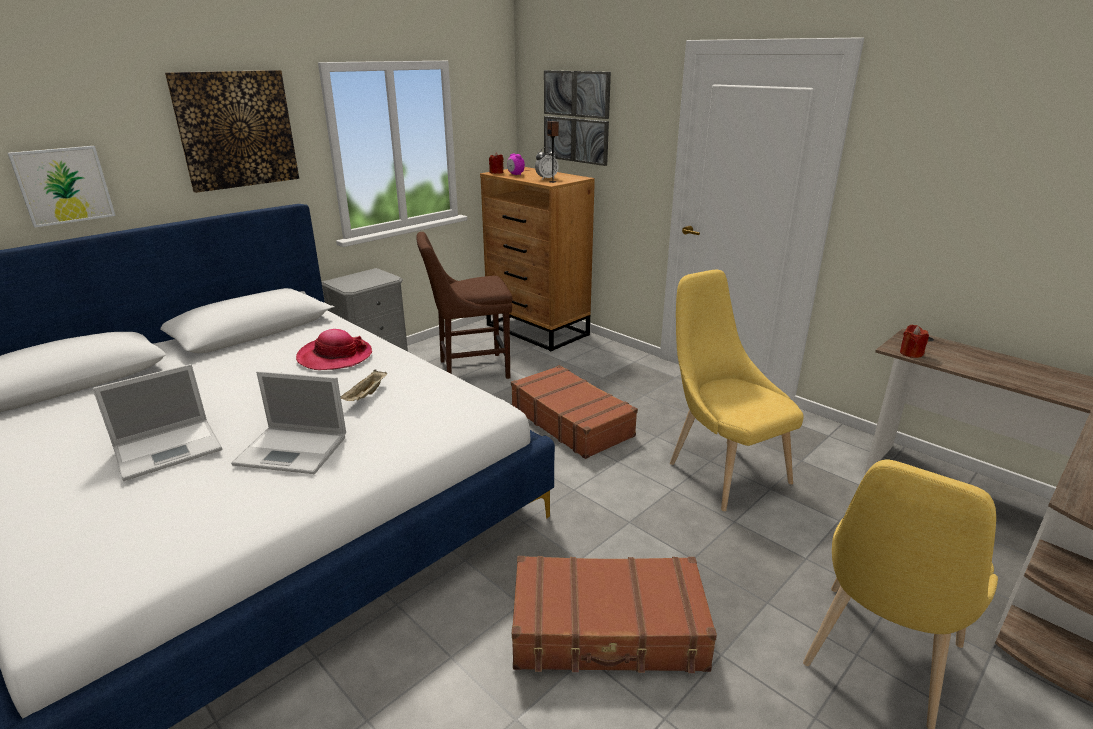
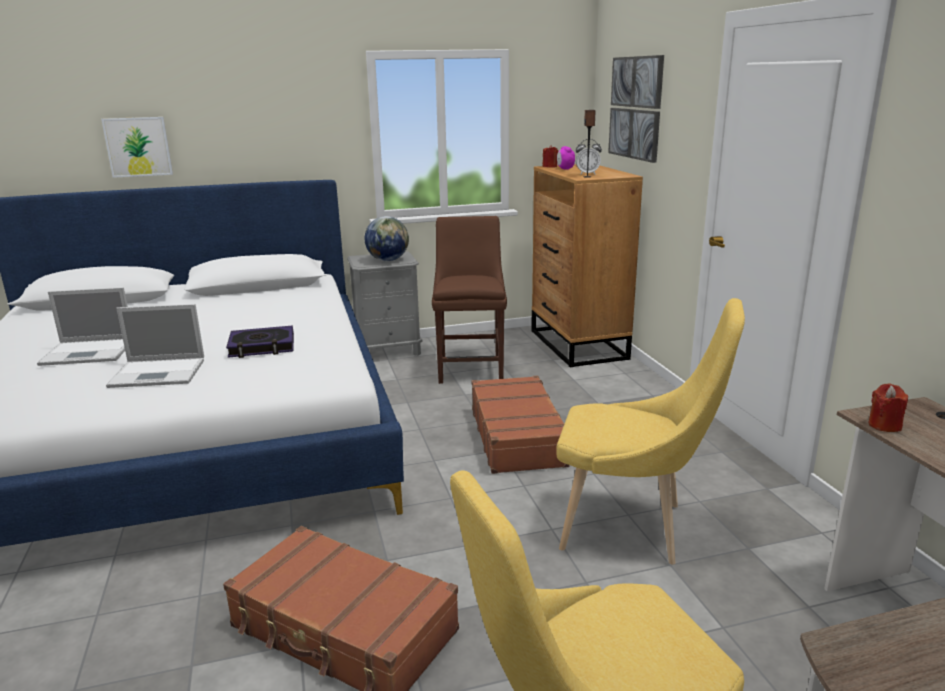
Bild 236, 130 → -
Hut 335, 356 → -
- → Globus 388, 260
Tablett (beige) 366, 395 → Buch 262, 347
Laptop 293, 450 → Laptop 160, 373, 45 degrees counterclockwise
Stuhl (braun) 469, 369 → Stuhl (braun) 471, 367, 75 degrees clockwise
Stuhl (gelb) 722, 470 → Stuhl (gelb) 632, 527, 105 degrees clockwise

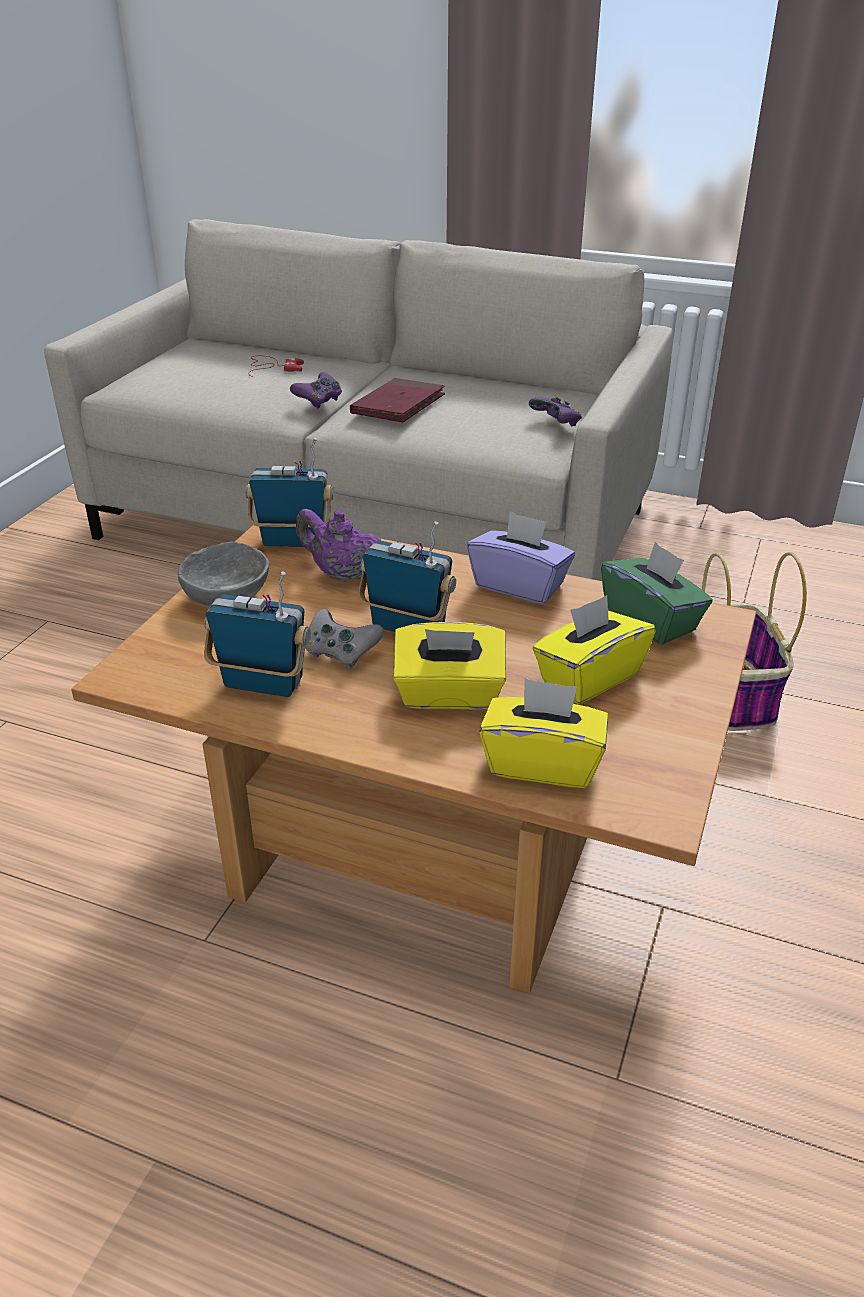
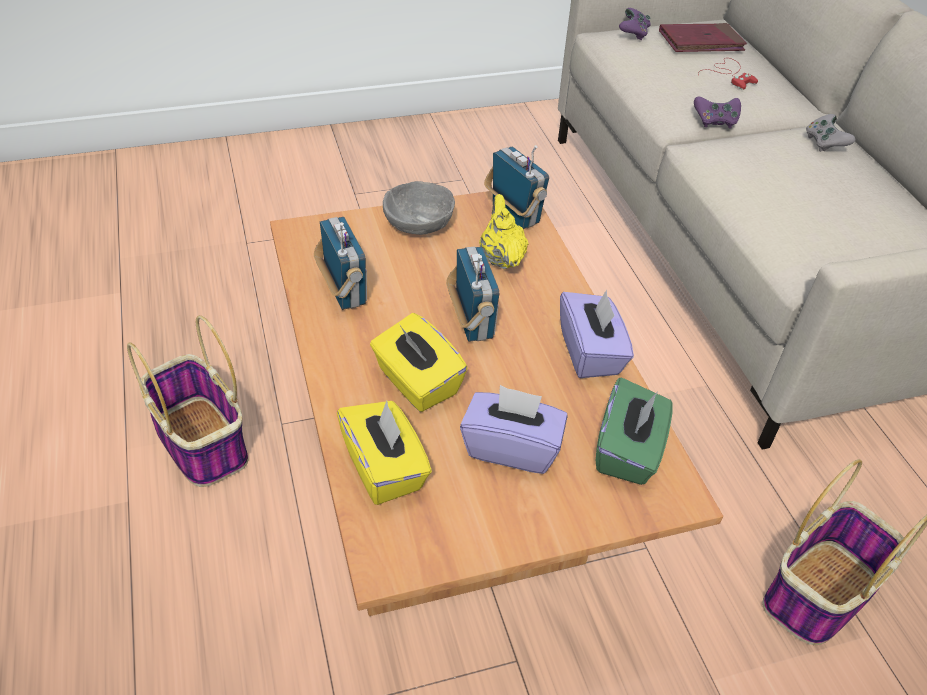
- → Korb 200, 441
Gamepad (grau) 341, 654 → Gamepad (grau) 824, 143, shifted
Buch (rot) 398, 405 → Buch (rot) 700, 42, shifted
Gamepad (lila) 556, 424 → Gamepad (lila) 633, 34, shifted
Teekanne (lila) 341, 574 → Teekanne (gelb) 501, 258
Taschentuchbox (gelb) 589, 677 → Taschentuchbox (lila) 511, 448

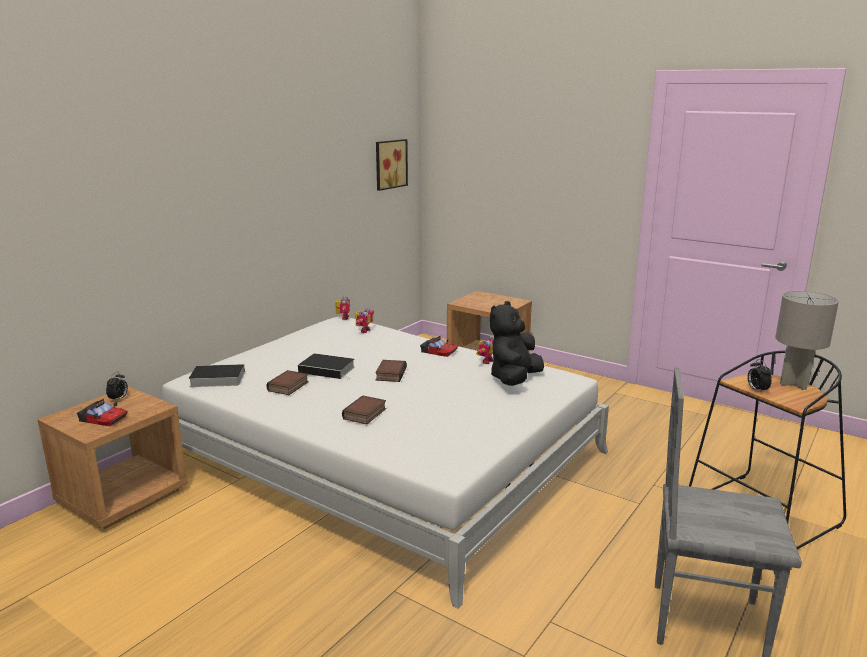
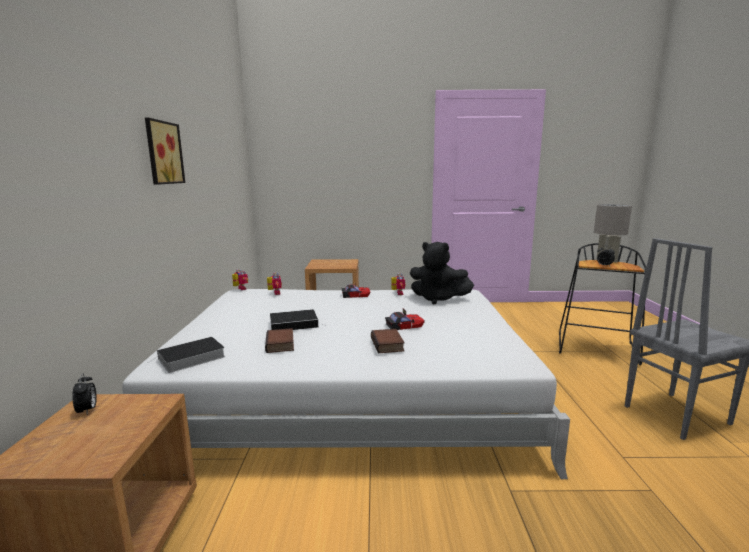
Buch 390, 374 → -
Spielzeugauto 103, 419 → Spielzeugauto 404, 325, shifted
Bild 389, 164 → Bild 162, 153, shifted
Plüschtier (schwarz) 514, 379 → Plüschtier (schwarz) 438, 299, 60 degrees counterclockwise

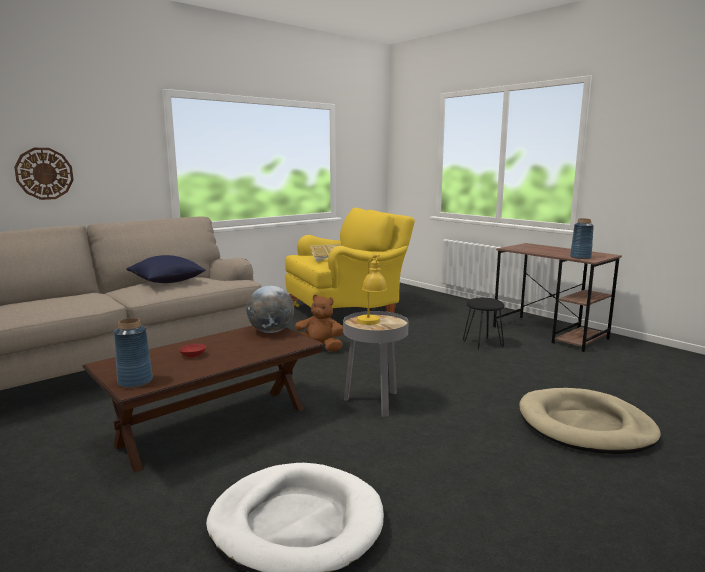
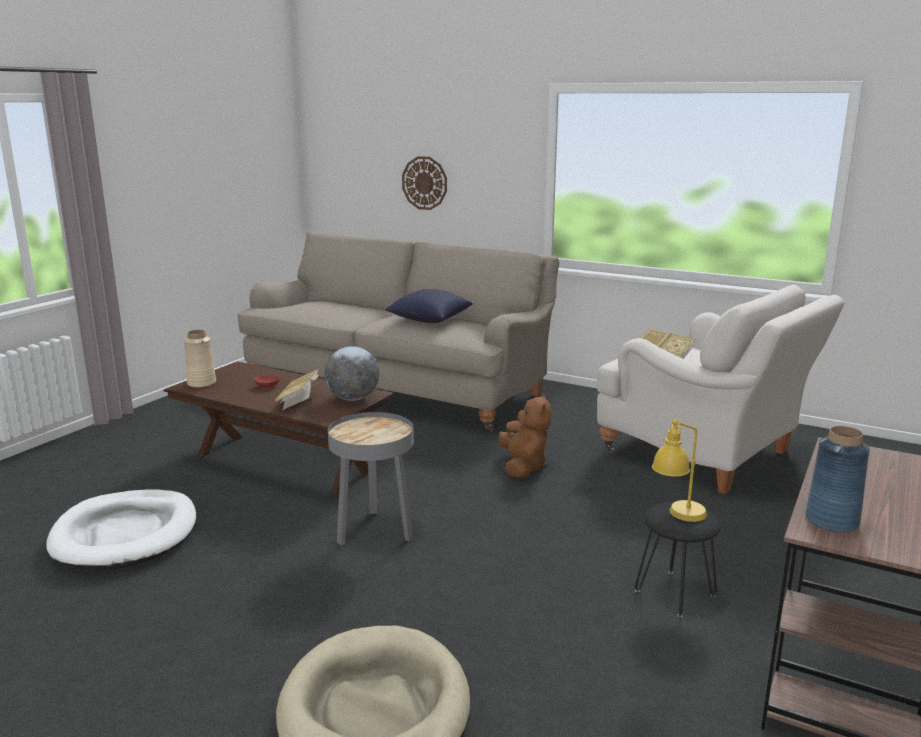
- → Buch 299, 401
Tischlampe (gelb) 371, 324 → Tischlampe (gelb) 677, 517, shifted
Vase (blau) 135, 381 → Vase (beige) 201, 383
Sessel (gelb) 347, 311 → Sessel (weiß) 705, 455

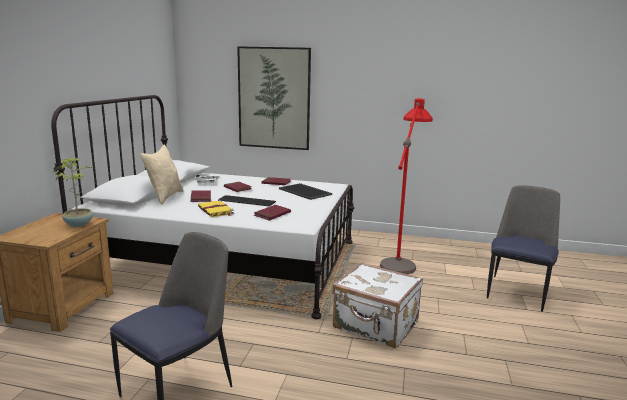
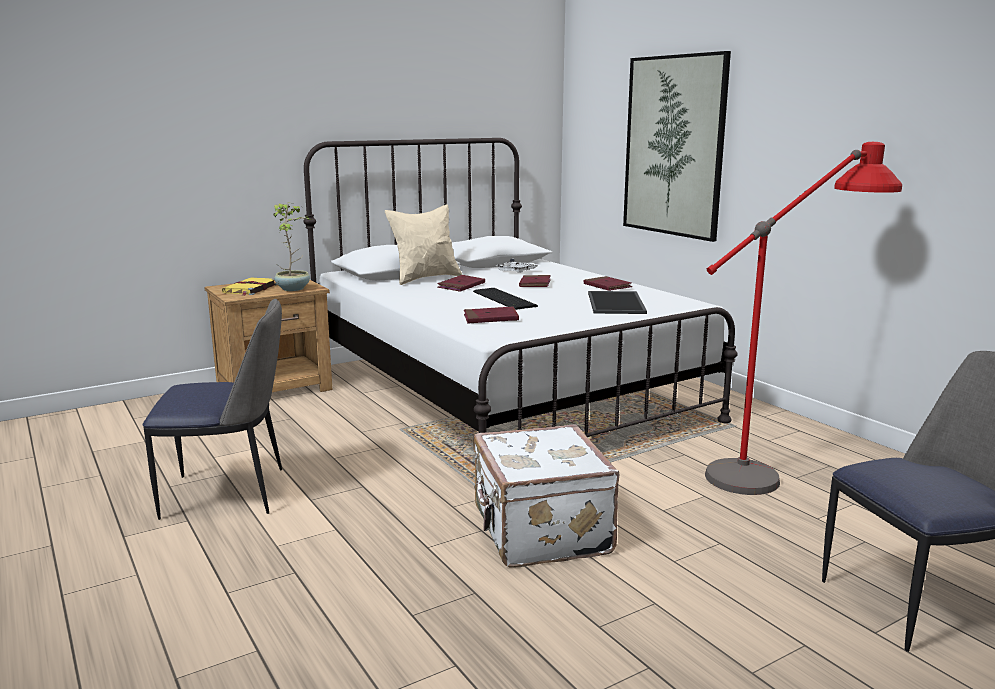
Buch (gelb) 216, 210 → Buch (gelb) 250, 289, shifted

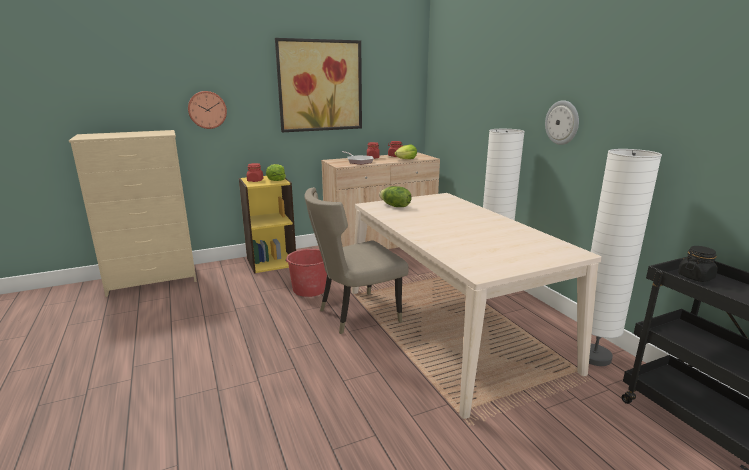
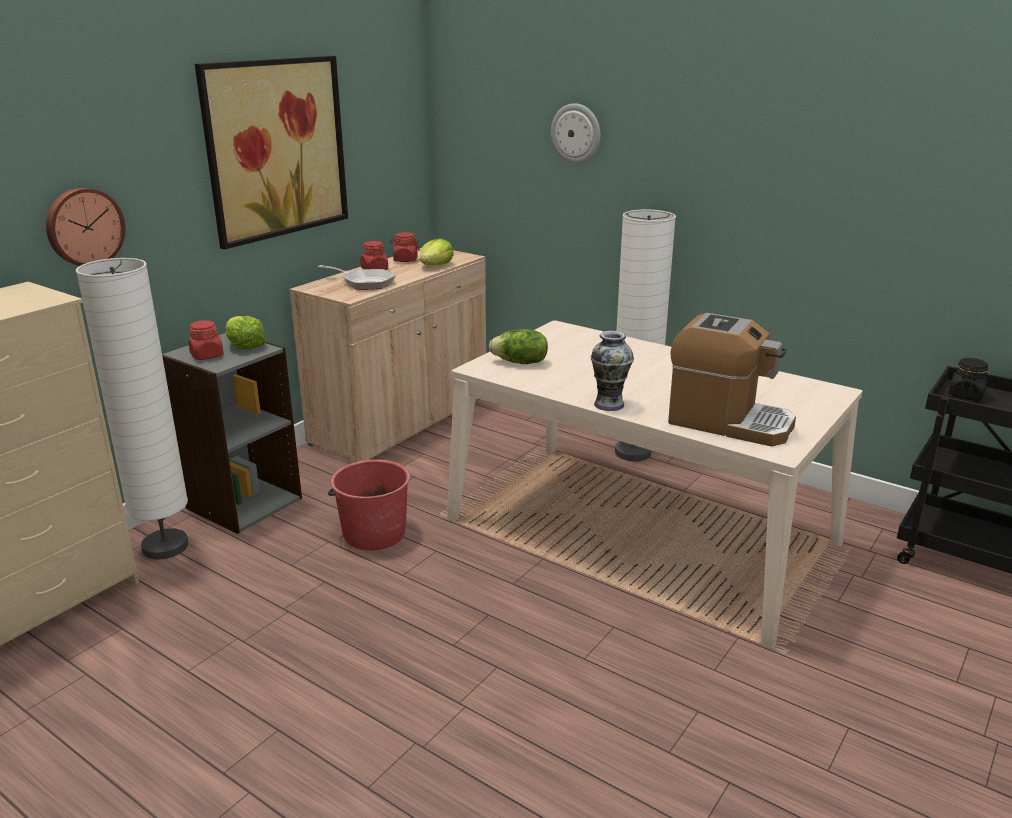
Stuhl (beige) 355, 314 → -
- → Vase 608, 404
- → Kaffeemaschine 728, 422
Wanduhr 562, 122 → Wanduhr 576, 133, shifted
Stehlampe (weiß) 594, 356 → Stehlampe (weiß) 165, 547, shifted
Bücherregal (gelb) 271, 262 → Bücherregal (grau) 243, 503

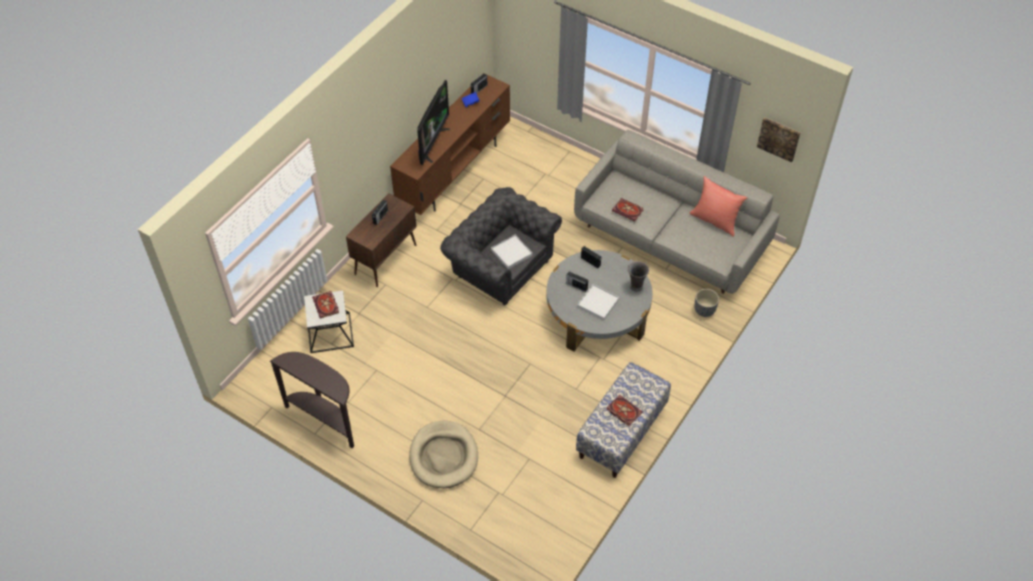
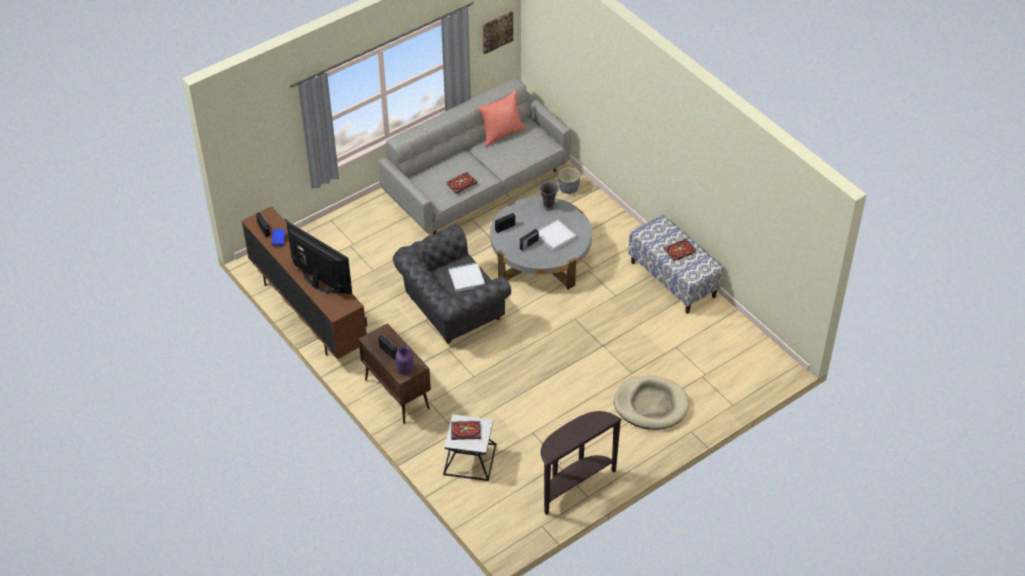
- → Vase (lila) 405, 369

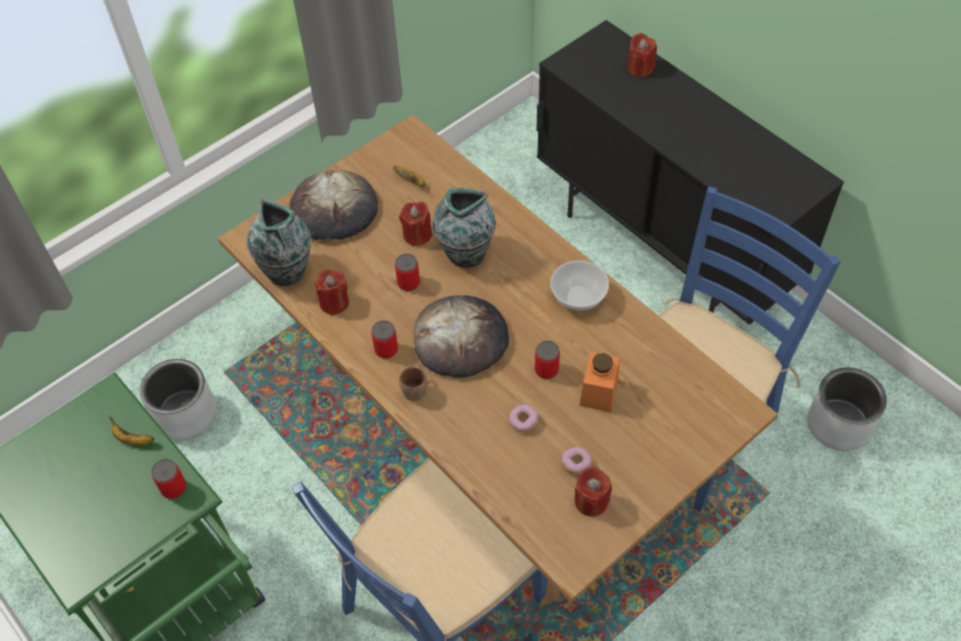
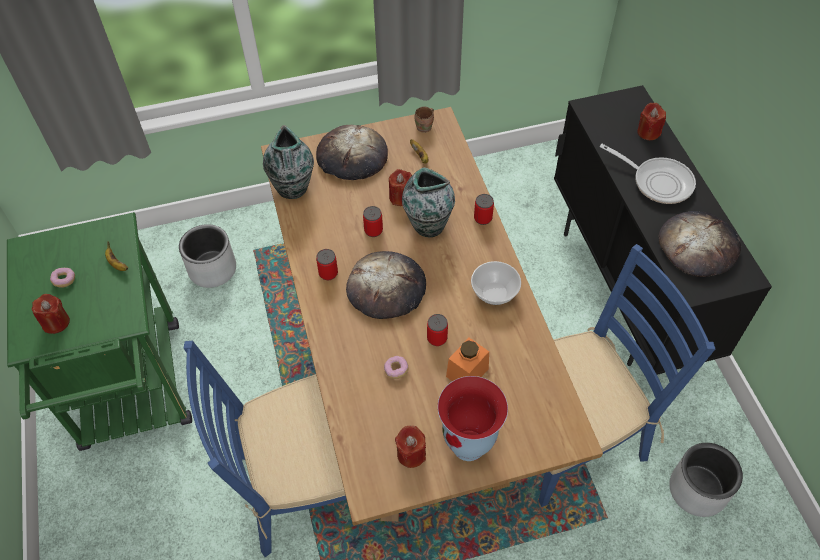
- → Vase 469, 445
- → Pfanne 657, 182
- → Brot 698, 246
Dose 174, 488 → Dose 483, 218, shifted
Kerze (rot) 334, 302 → Kerze (rot) 56, 322, shifted
Henkelbecher (braun) 416, 391 → Henkelbecher (braun) 425, 128, shifted
Donut 576, 464 → Donut 64, 280, shifted

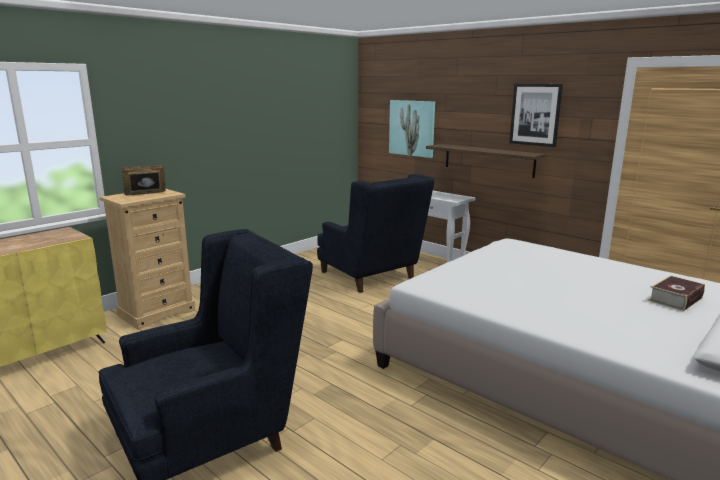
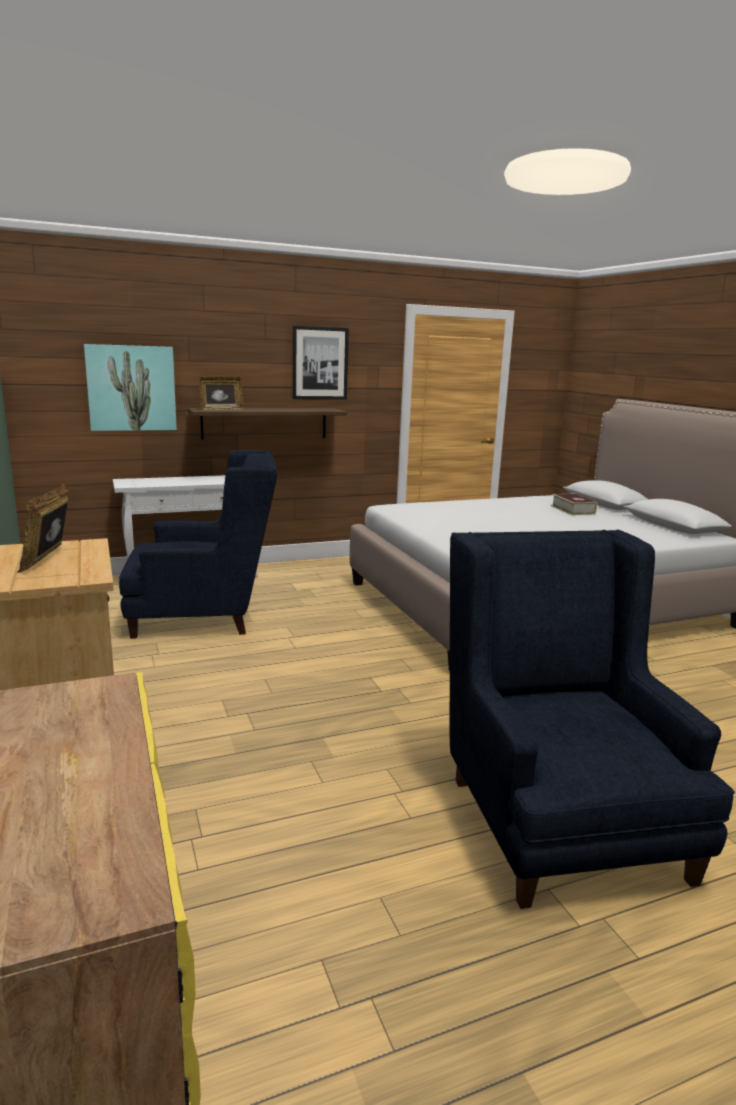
- → Bilderrahmen 221, 409

